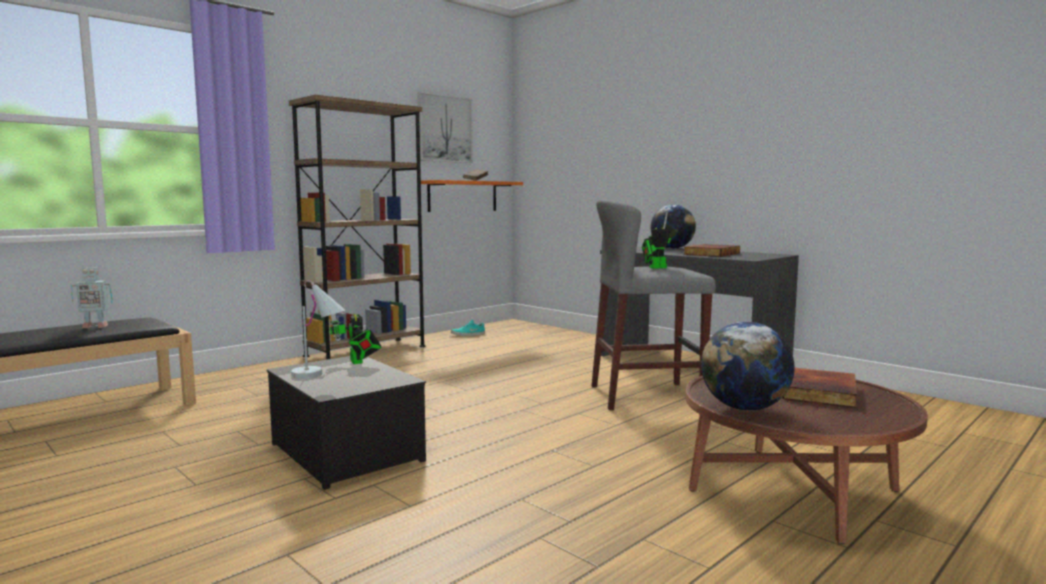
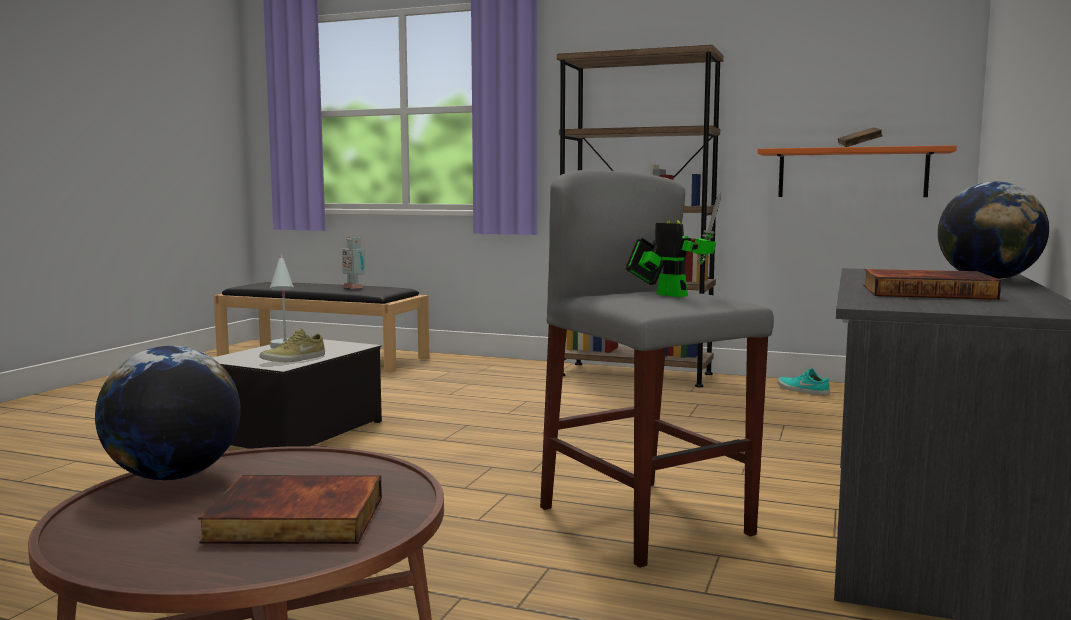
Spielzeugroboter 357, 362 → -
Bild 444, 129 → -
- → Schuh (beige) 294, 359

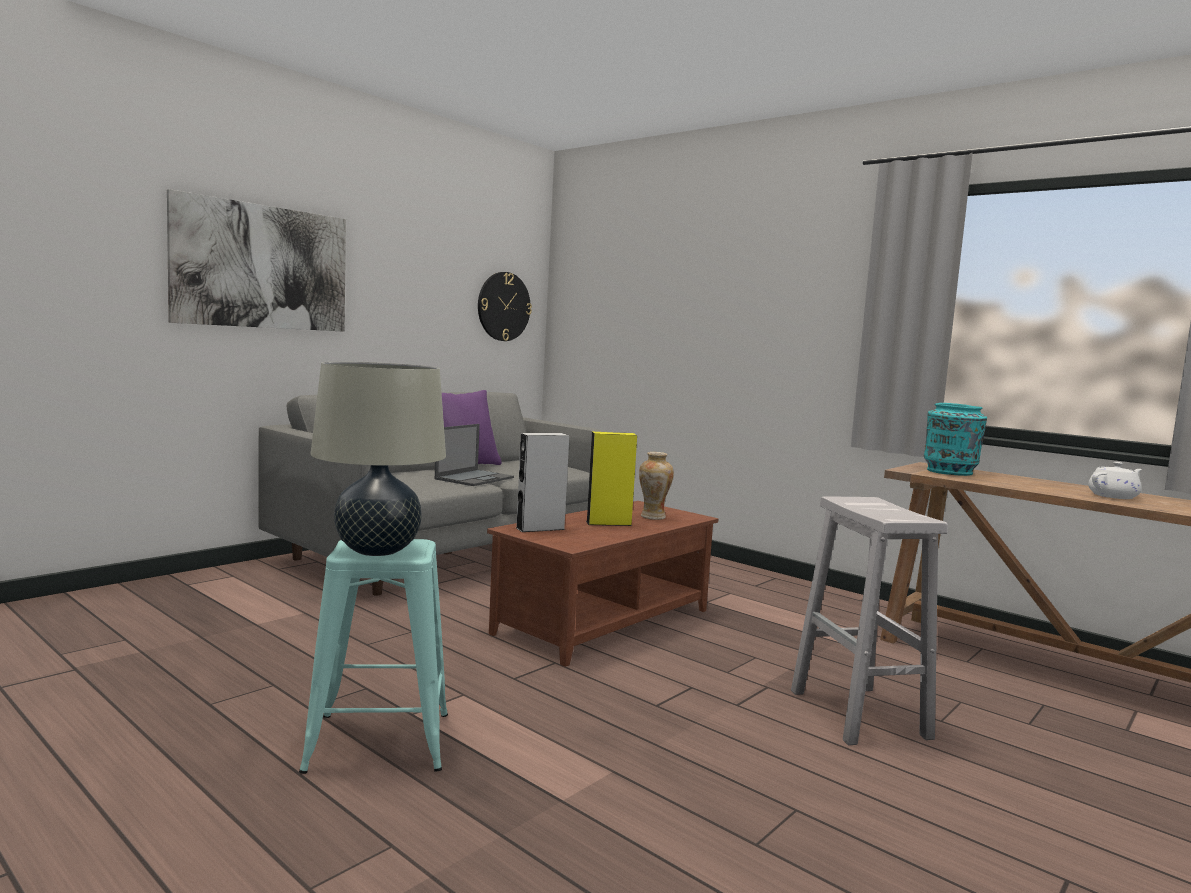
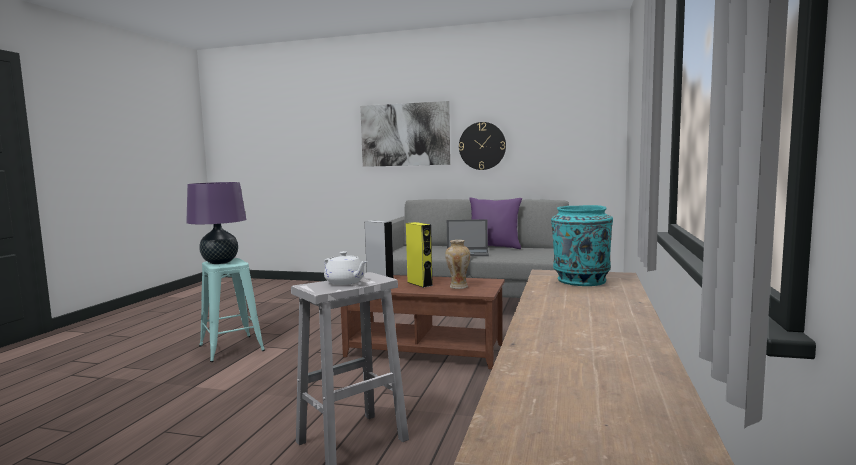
Wanduhr 503, 306 → Wanduhr 482, 146, shifted
Teekanne (weiß) 1114, 496 → Teekanne (weiß) 345, 282, shifted
Tischlampe (beige) 377, 550 → Tischlampe (lila) 220, 262

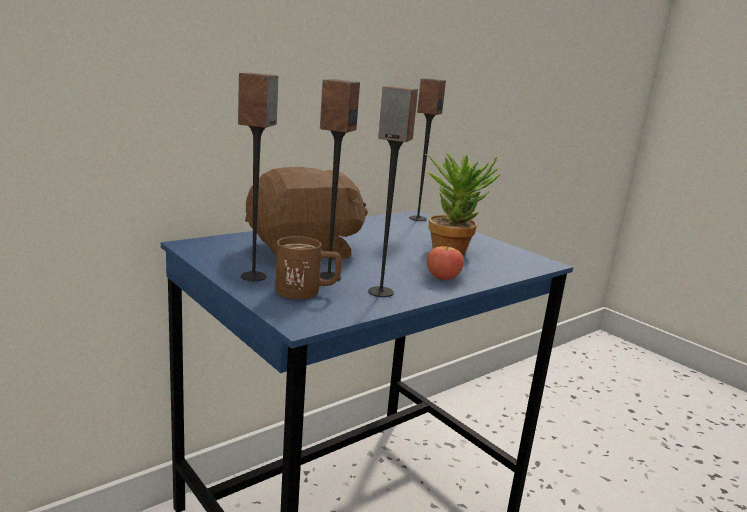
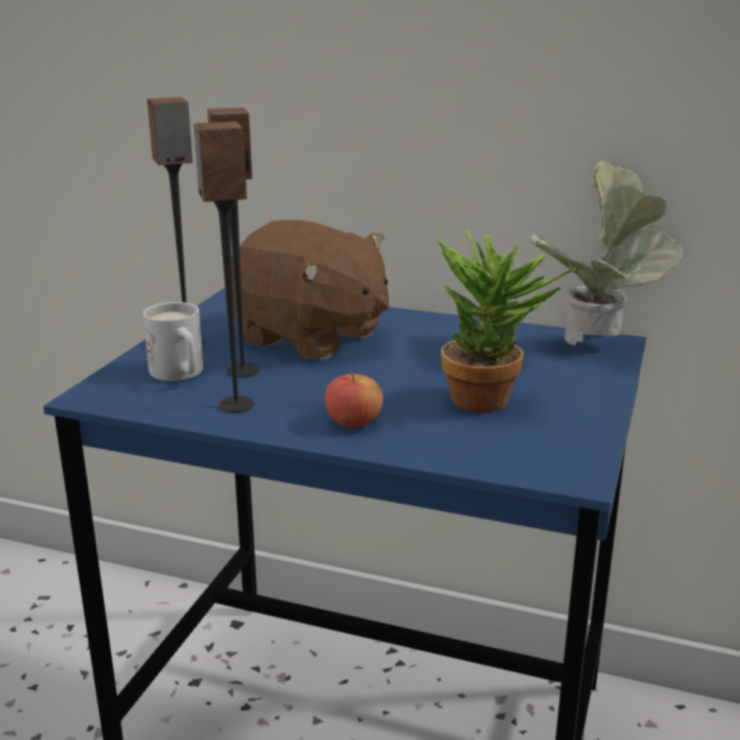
Lautsprecher 417, 218 → Topfpflanze 598, 348
Henkelbecher (braun) 307, 292 → Henkelbecher (weiß) 181, 374

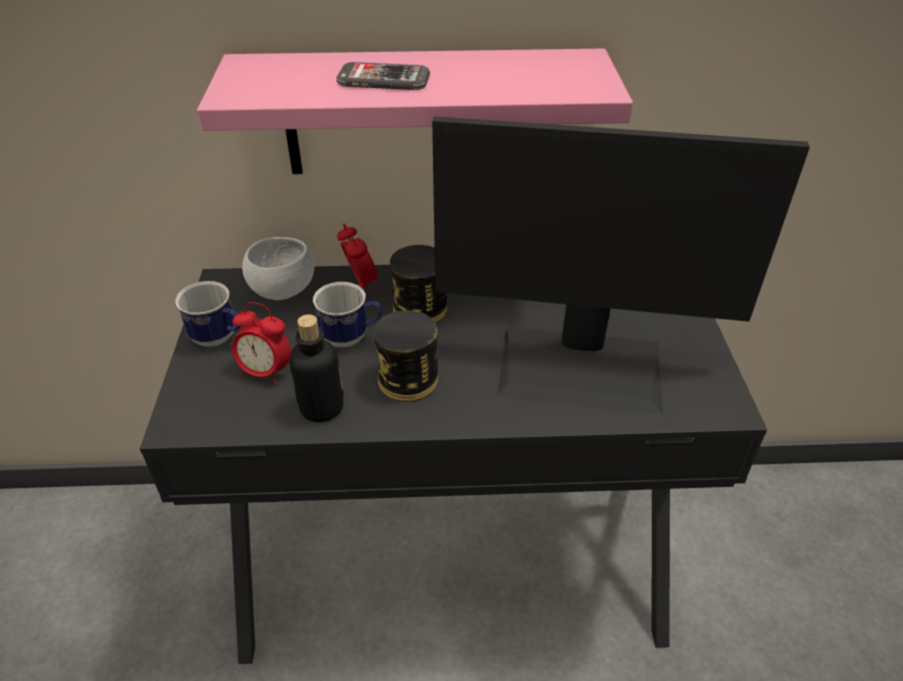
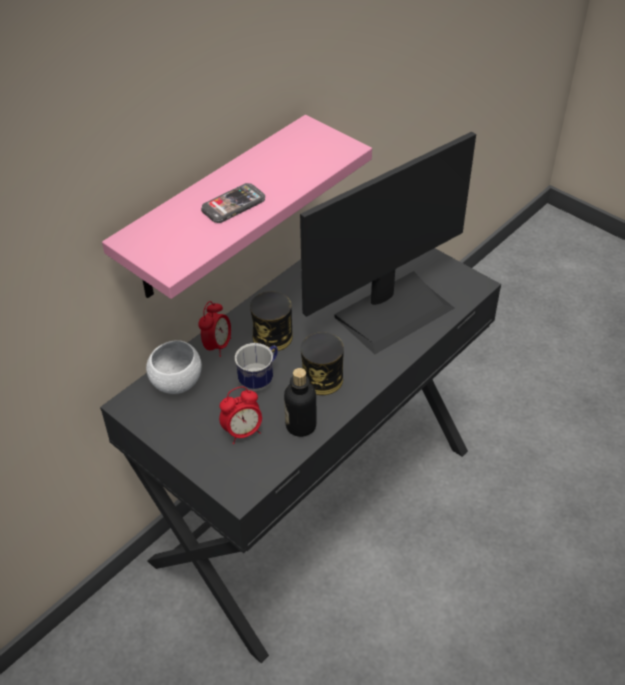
Henkelbecher 219, 339 → -
Wecker 361, 284 → Wecker 217, 346, 90 degrees clockwise

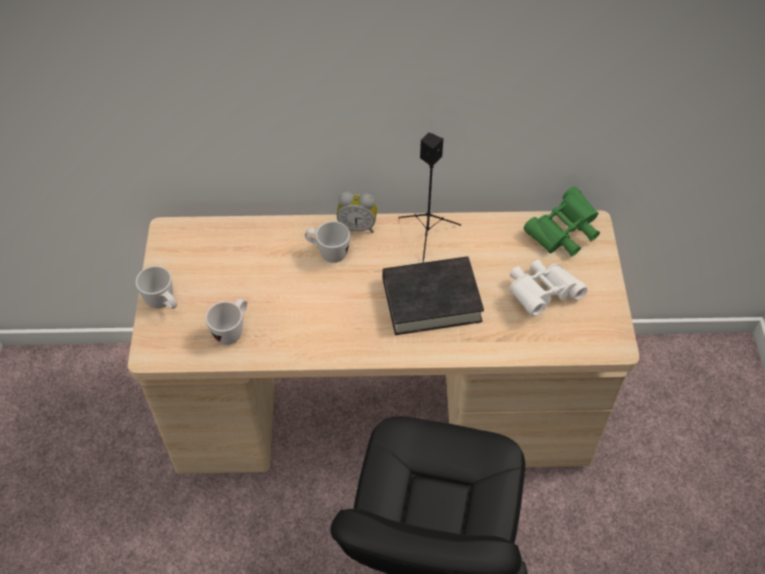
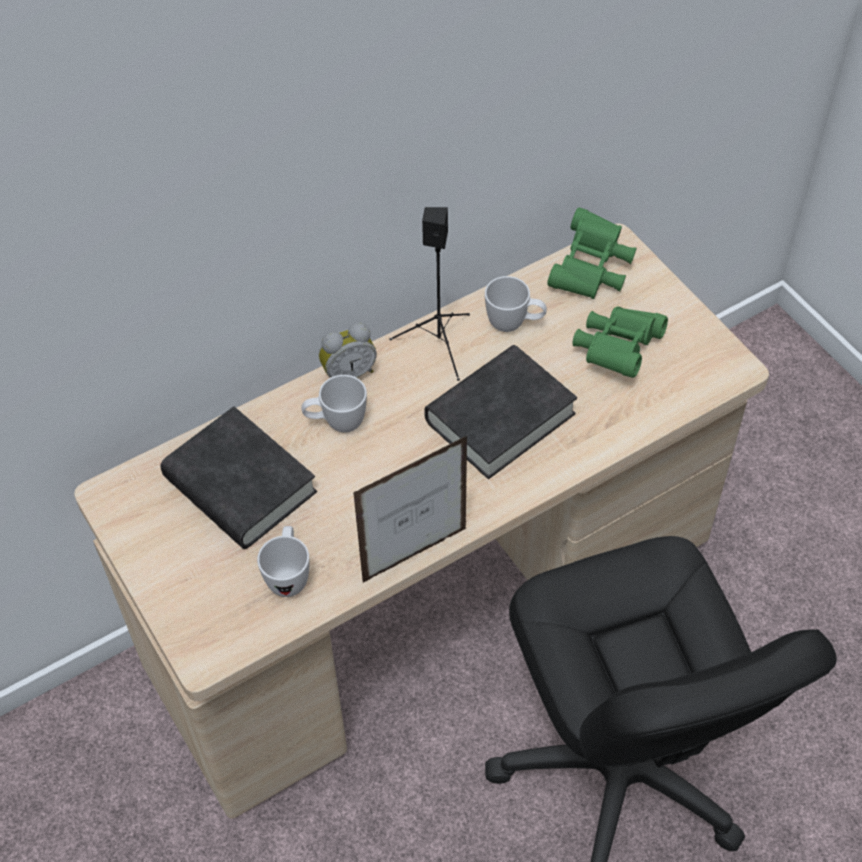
- → Buch (schwarz) 240, 485
- → Bilderrahmen 415, 555
Henkelbecher (weiß) 164, 304 → Henkelbecher (weiß) 514, 324, shifted
Fernglas (weiß) 541, 294 → Fernglas (grün) 617, 350

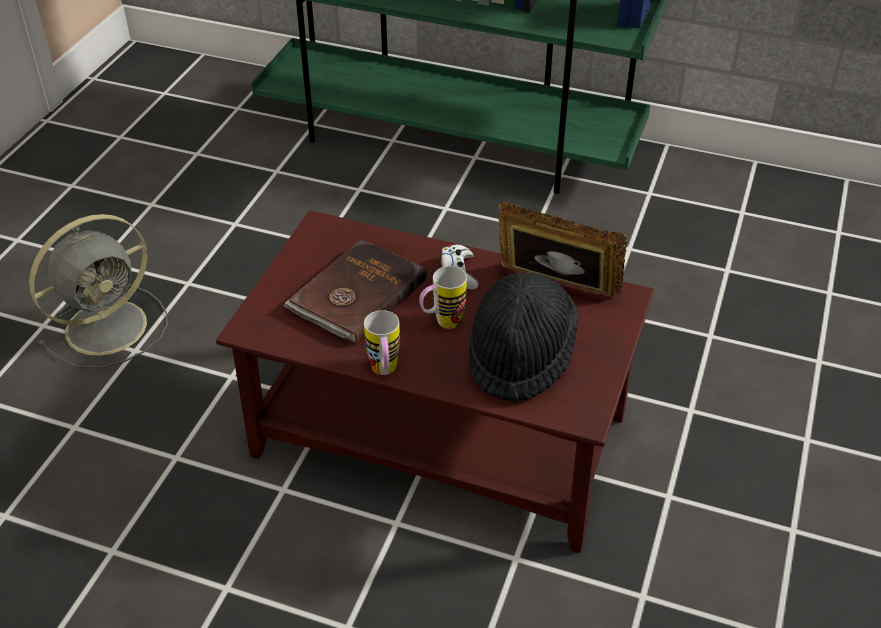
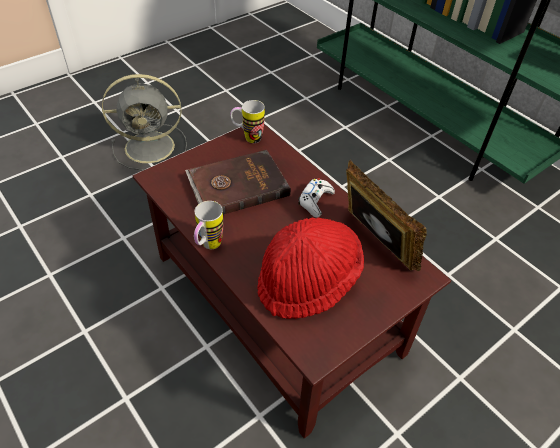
Henkelbecher 442, 323 → Henkelbecher 247, 138, shifted
Hut (schwarz) 520, 355 → Hut (rot) 308, 281

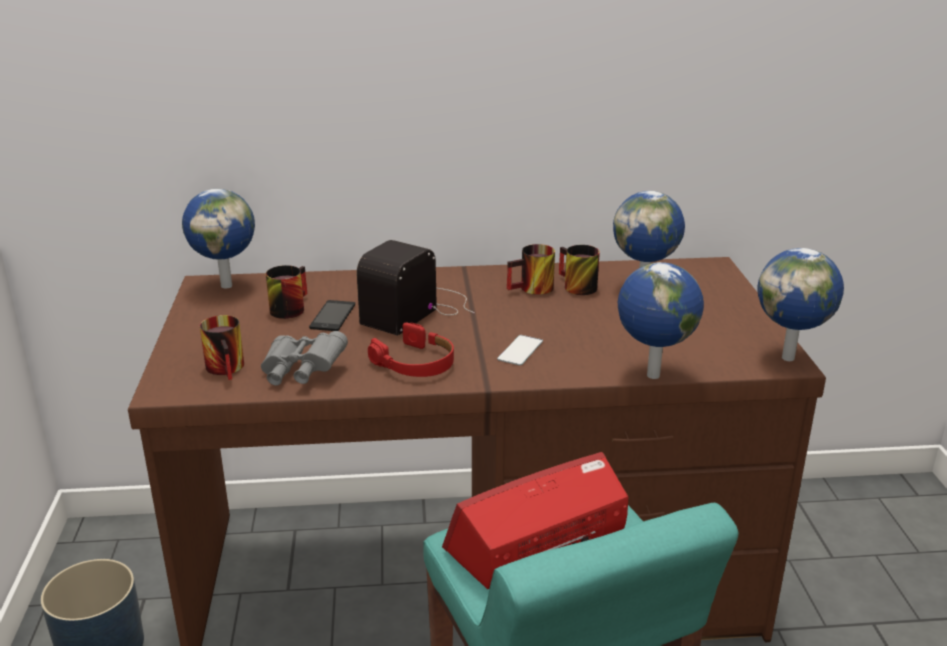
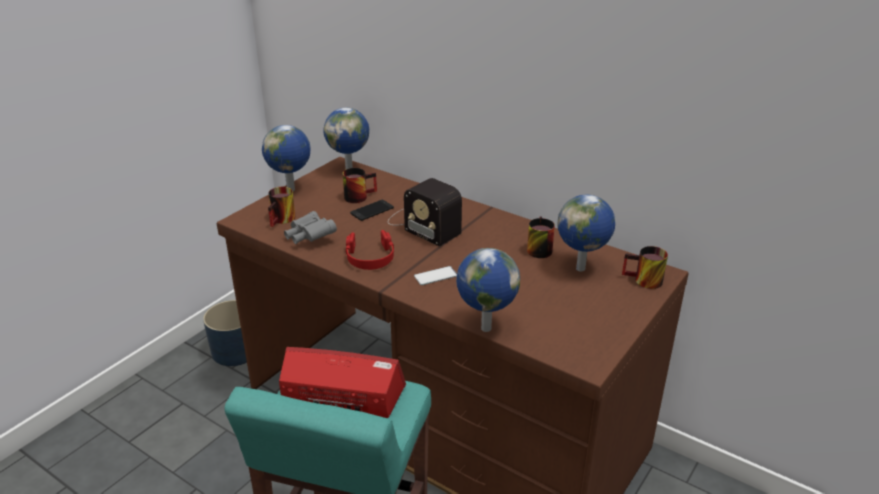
Henkelbecher 533, 289 → Henkelbecher 643, 281, shifted
Globus 789, 357 → Globus 291, 190, shifted
Radio 417, 308 → Radio 422, 224, 120 degrees counterclockwise

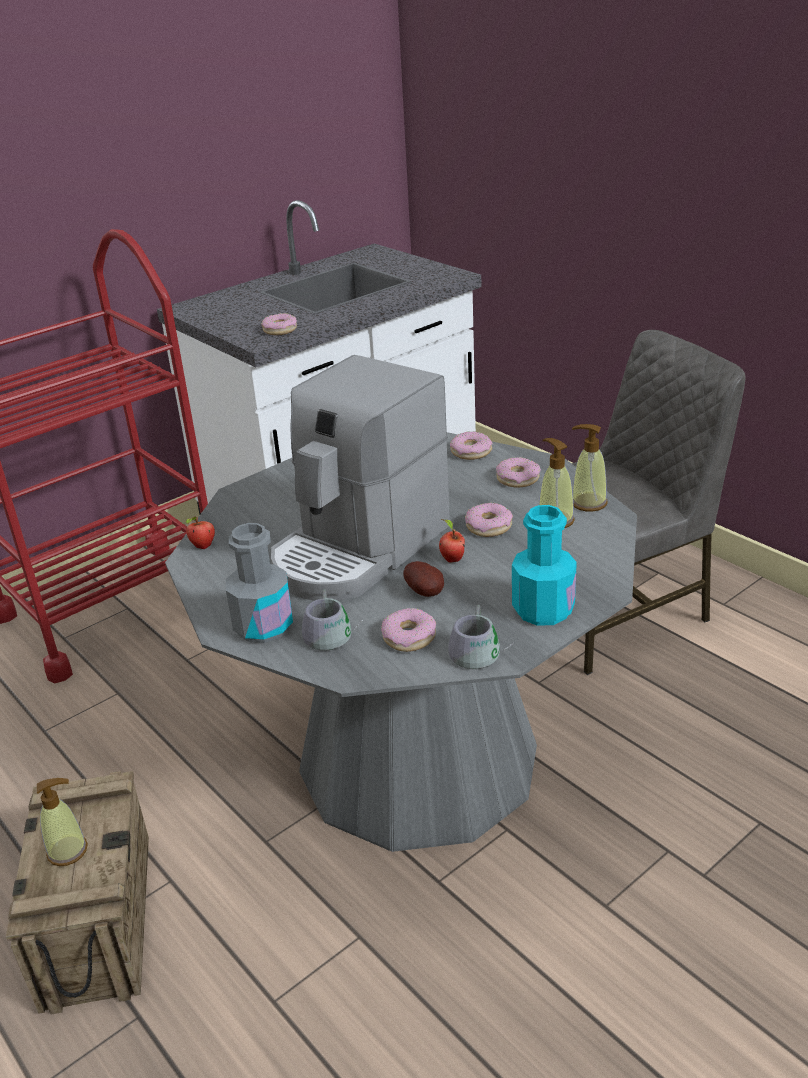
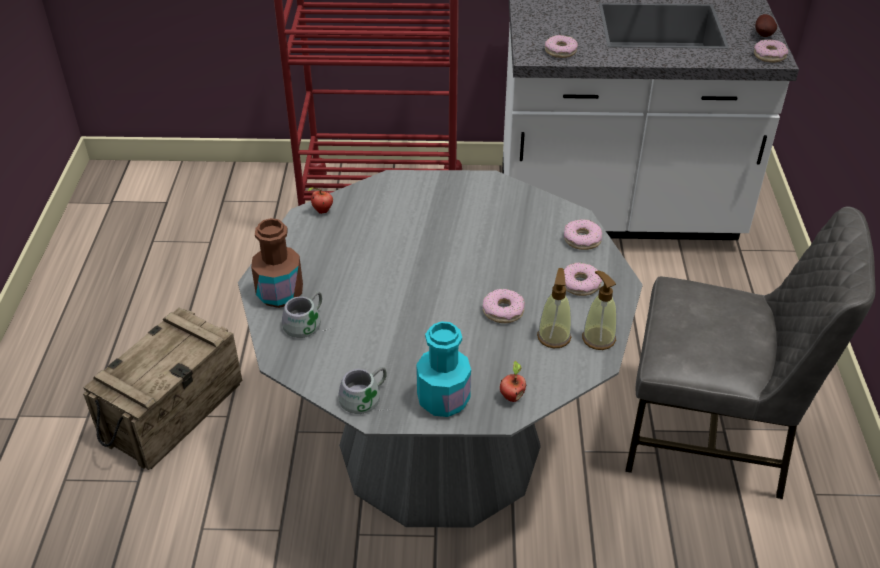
Seifenspender 68, 851 → -
Kaffeemaschine 358, 550 → -
Donut 409, 637 → Donut 769, 56, shifted
Kartoffel 426, 593 → Kartoffel 764, 35, shifted
Apfel 451, 559 → Apfel 511, 396, shifted
Flasche (grau) 263, 626 → Flasche (braun) 280, 293

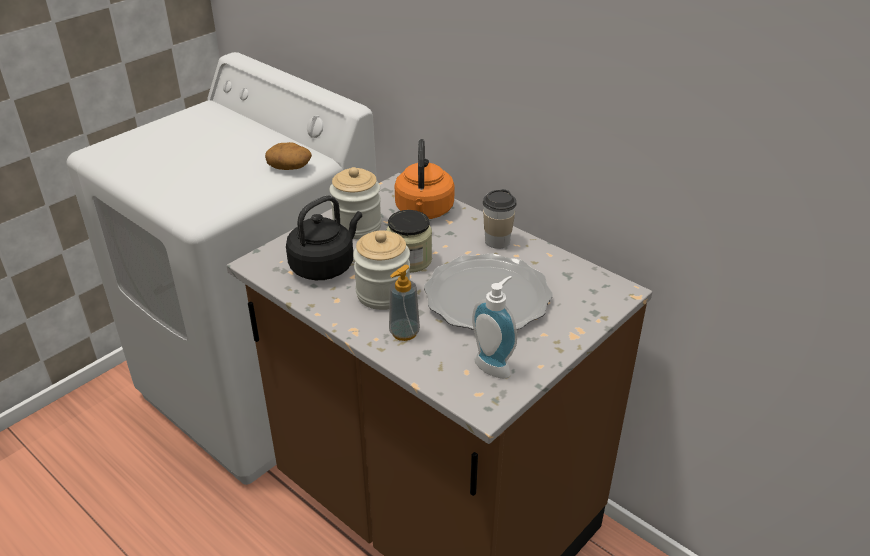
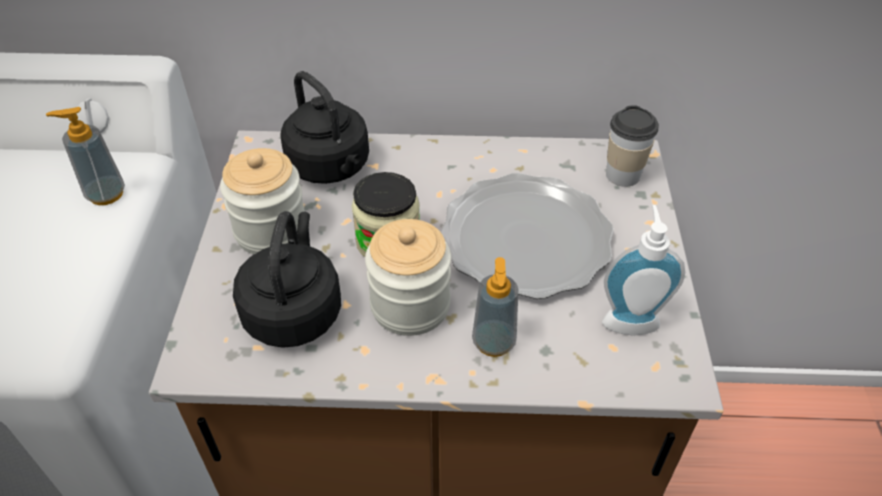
Tasse 497, 241 → Tasse 622, 175, shifted
Kartoffel 290, 167 → Seifenspender 106, 194
Wasserkessel (orange) 424, 212 → Wasserkessel (schwarz) 331, 168

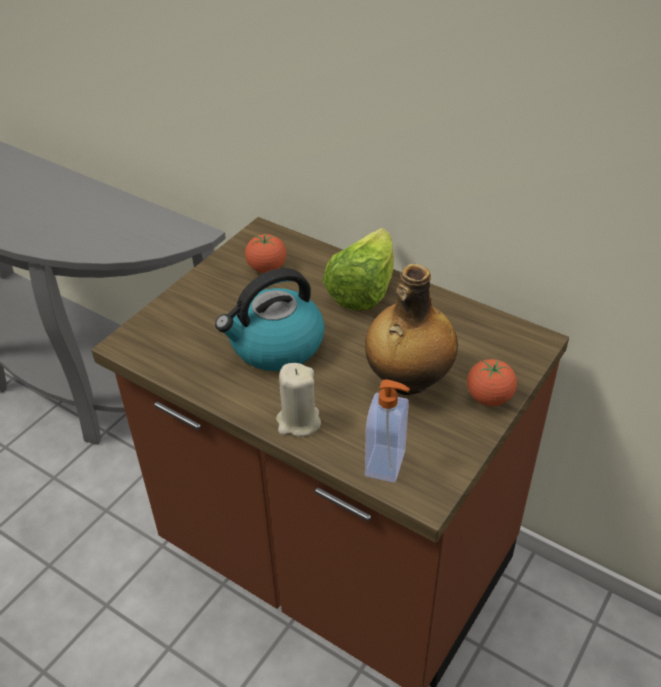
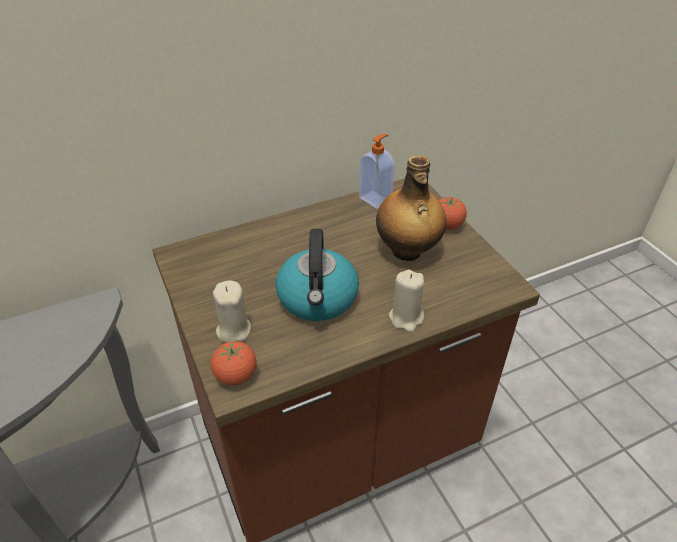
Salatkopf 362, 290 → -
- → Kerze (beige) 233, 330
Tomate 267, 268 → Tomate 236, 375, shifted
Seifenspender 387, 464 → Seifenspender 376, 199, shifted

